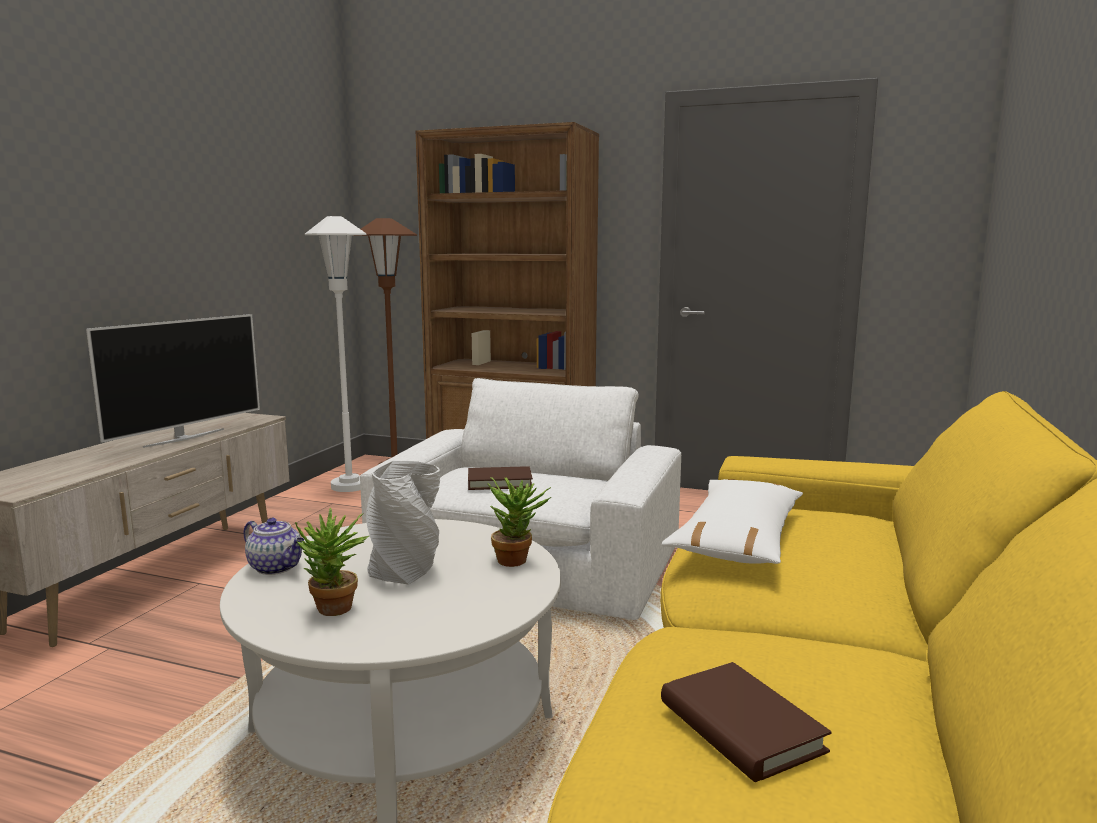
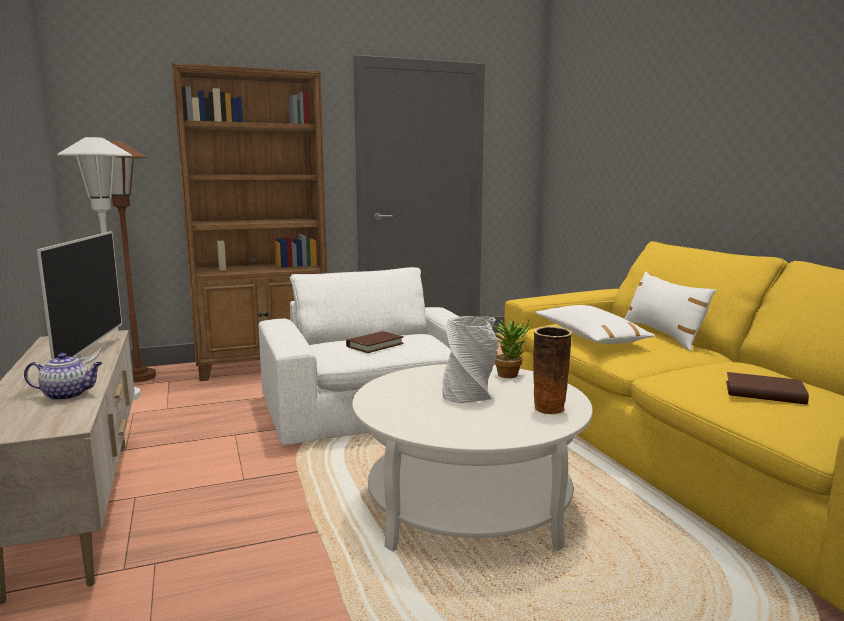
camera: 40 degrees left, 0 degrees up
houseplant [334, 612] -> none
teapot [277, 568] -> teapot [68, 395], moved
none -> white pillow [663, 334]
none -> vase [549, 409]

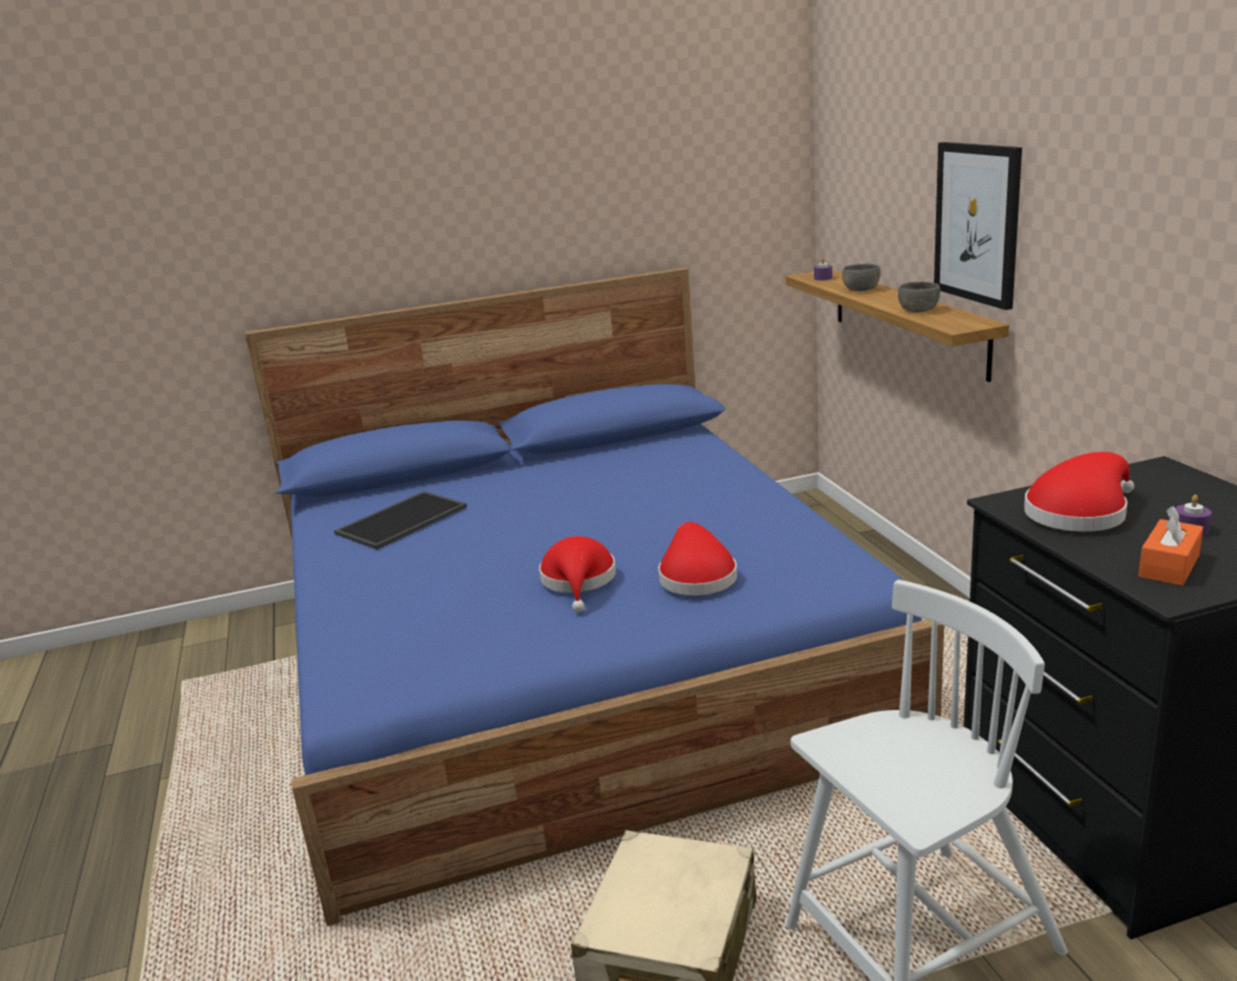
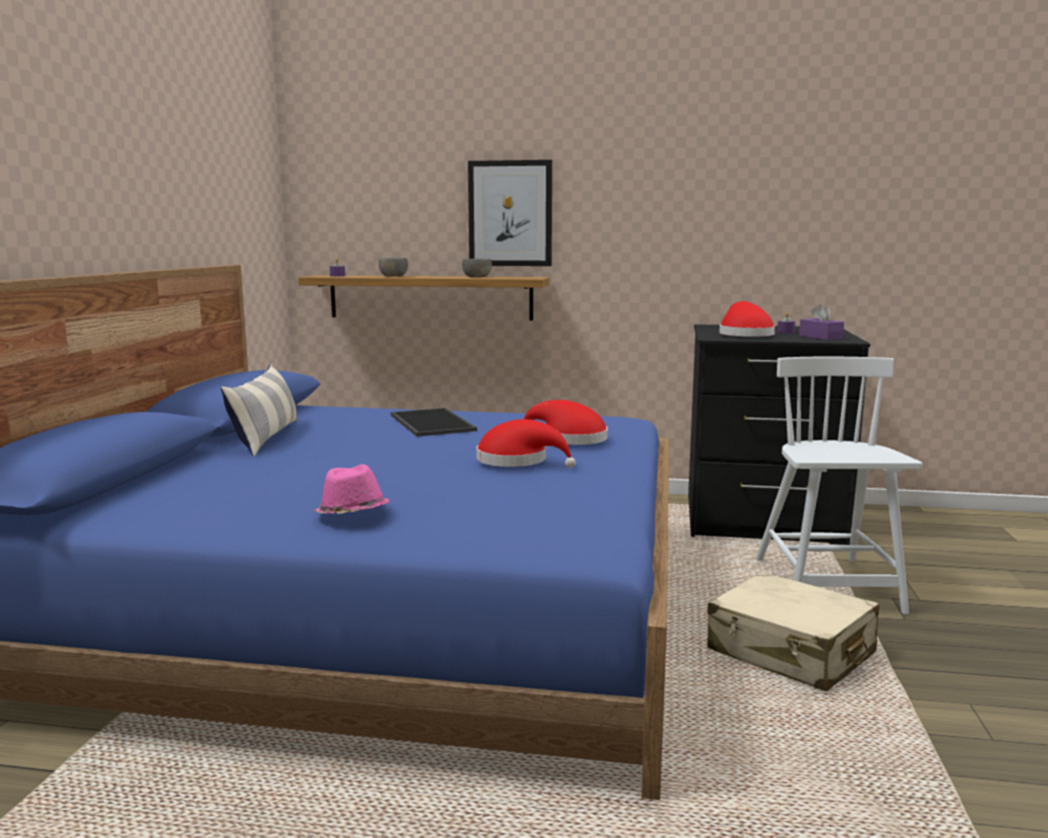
camera: 65 degrees left, 10 degrees down
carrying tray [401, 519] -> carrying tray [430, 422], moved
orange tissue holder [1169, 566] -> purple tissue holder [820, 337]
none -> pillow [266, 437]
none -> pinkish clothing hat [352, 515]

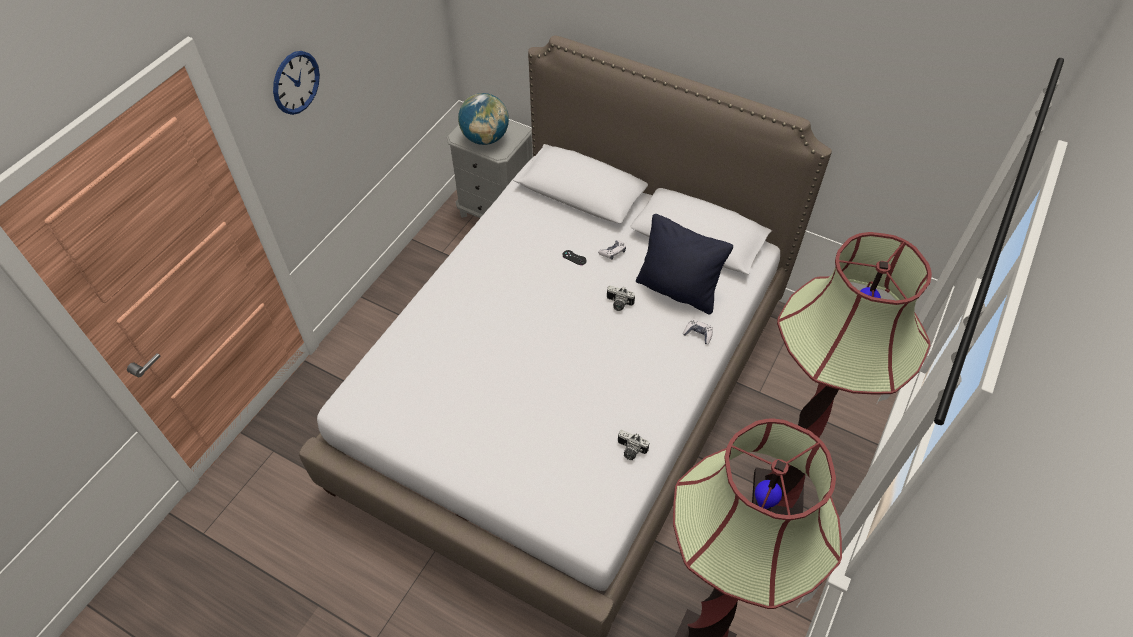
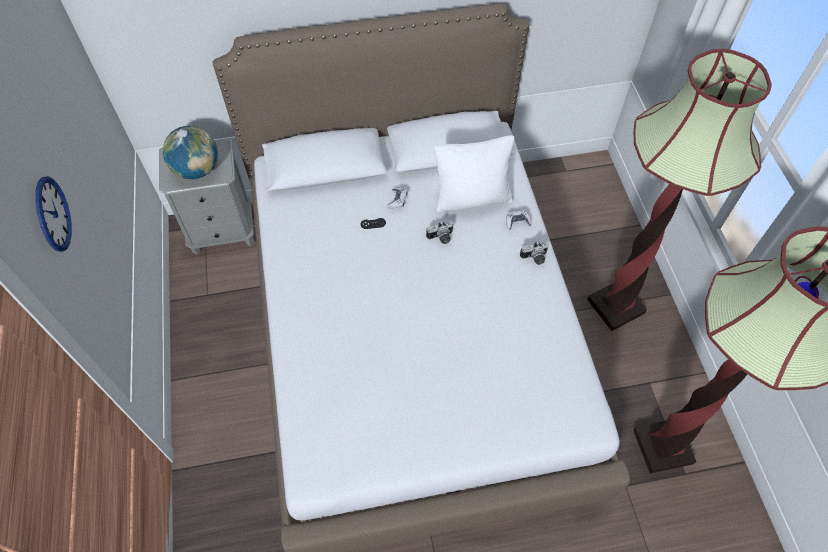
camera: 40 degrees left, 5 degrees up
black-coloured pillow [678, 290] -> white pillow [472, 198]
still camera [630, 451] -> still camera [535, 258], moved

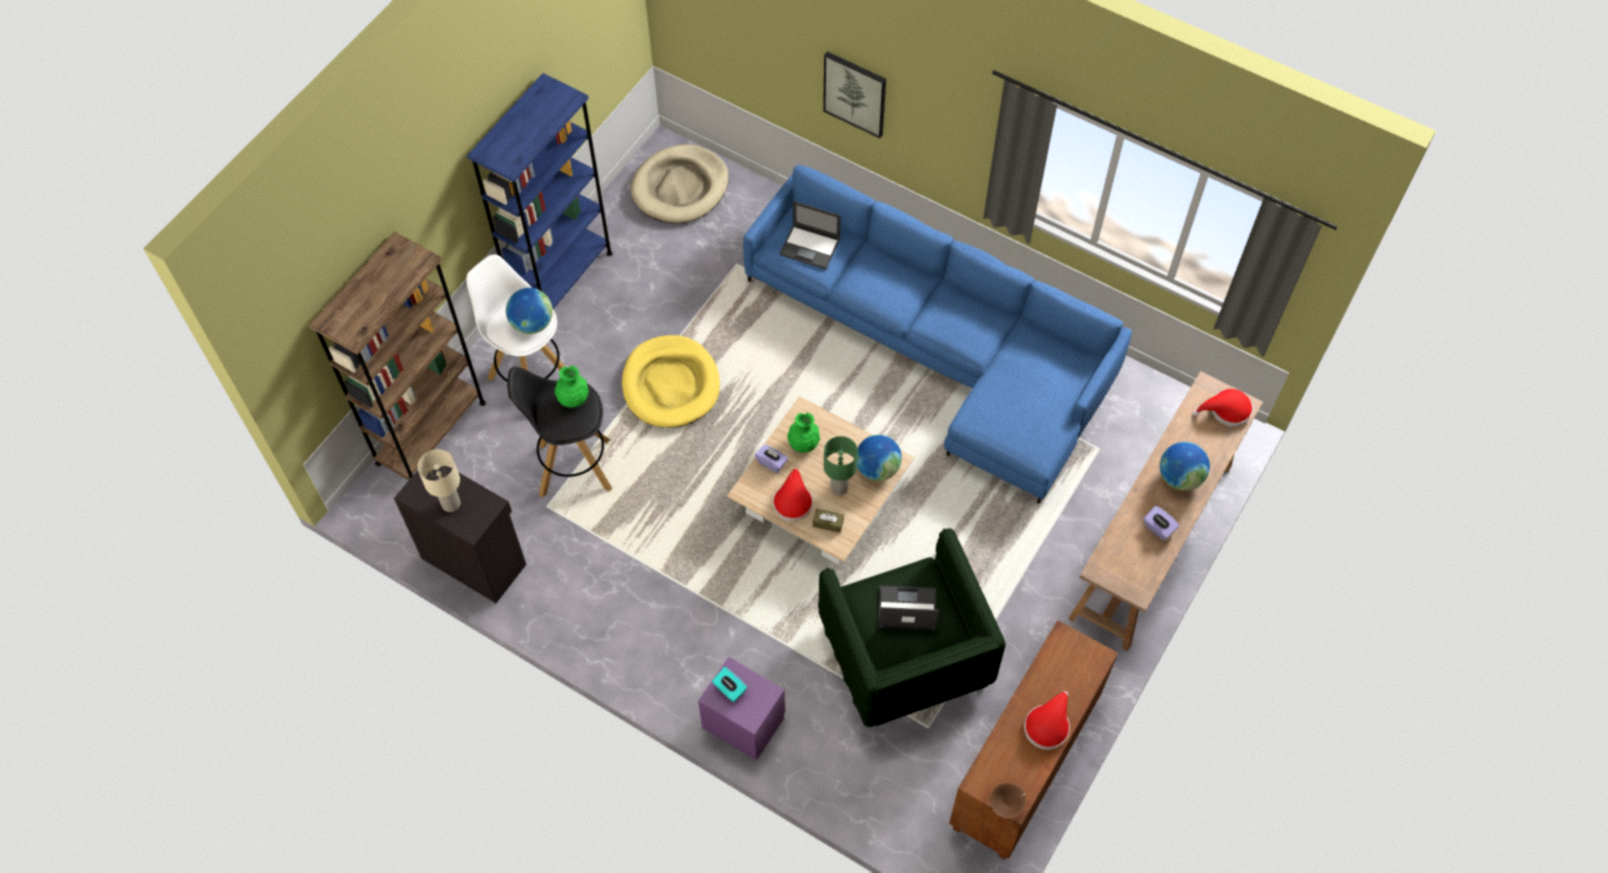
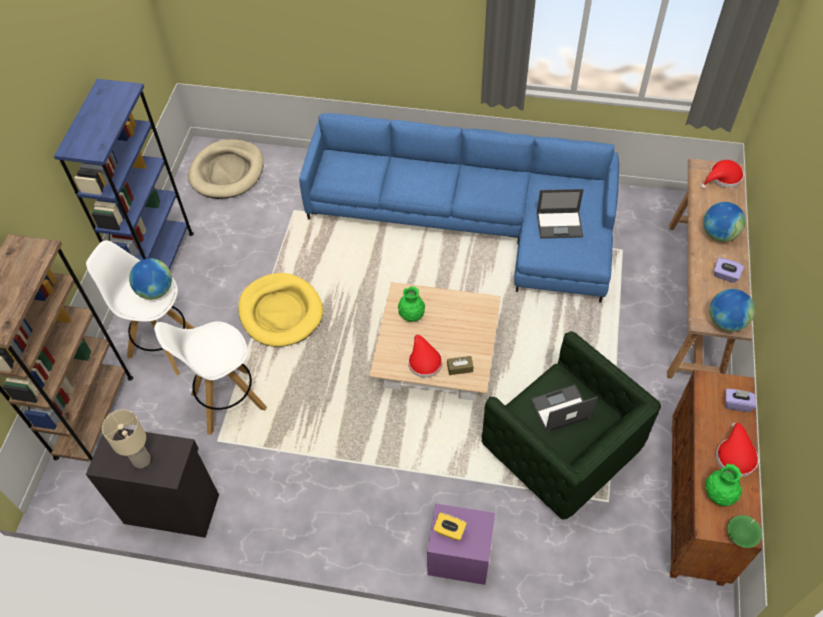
camera: 20 degrees left, 5 degrees down
wall picture [855, 93] -> none
notebook computer [810, 247] -> notebook computer [560, 224], moved
green vase [573, 399] -> green vase [718, 494], moved
black-coloured stool [573, 467] -> white stool [227, 401]
desk globe [877, 468] -> desk globe [725, 322], moved
green lamp for a table [839, 488] -> none
purple tissue holder [772, 462] -> purple tissue holder [736, 404], moved
turquoise tissue holder [729, 689] -> yellow-coloured tissue holder [449, 531]
brown bowl [1007, 804] -> green bowl [741, 535]

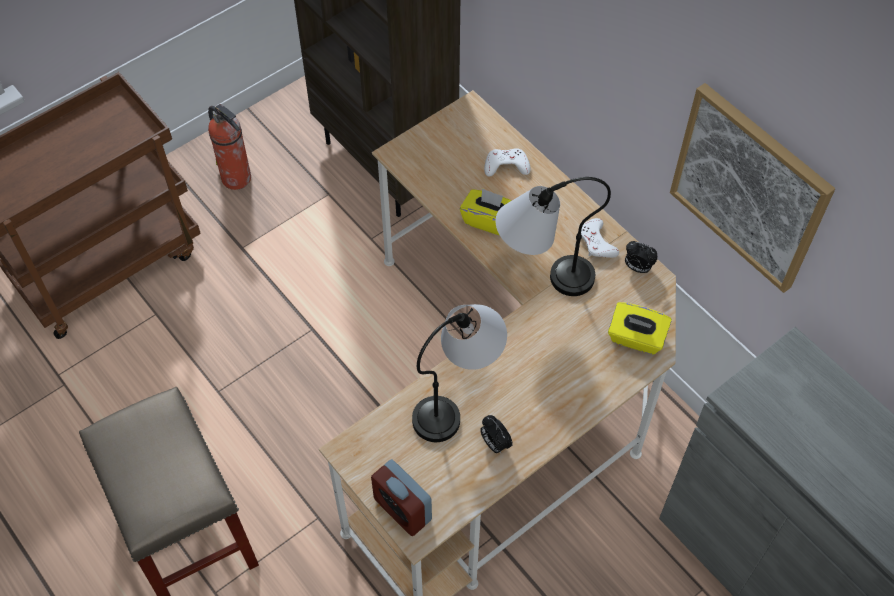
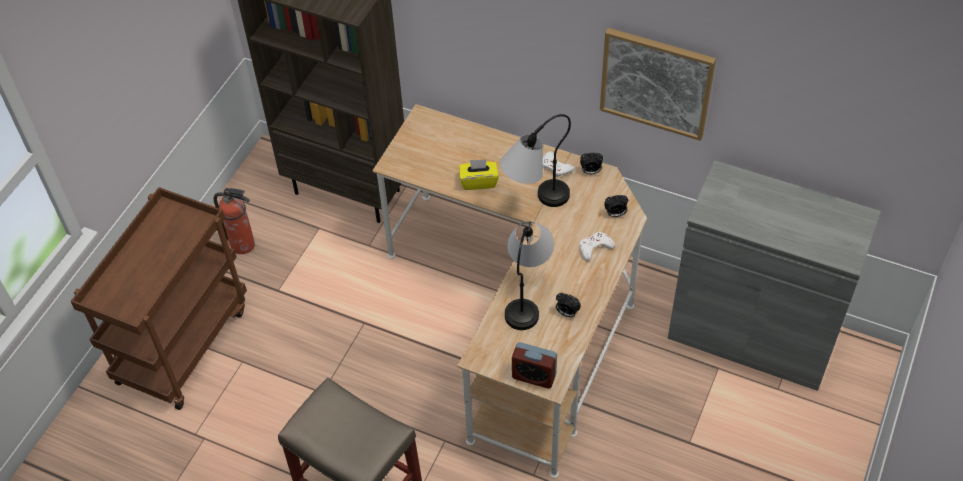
camera: 25 degrees left, 5 degrees down
white gamepad [506, 165] -> white gamepad [595, 248], moved
yellow-coloured tissue holder [636, 338] -> table clock [615, 214]

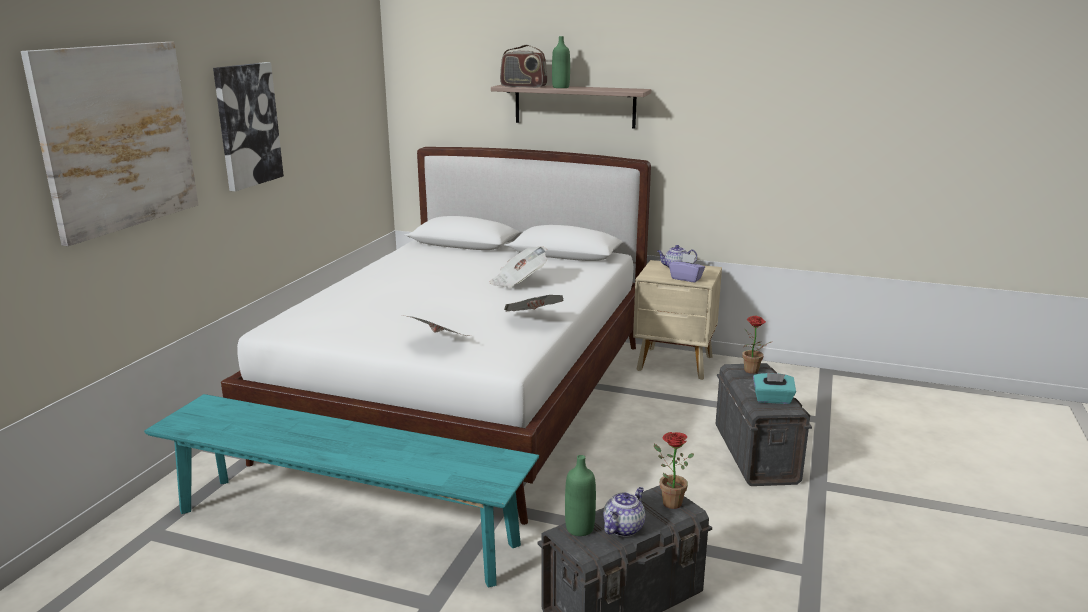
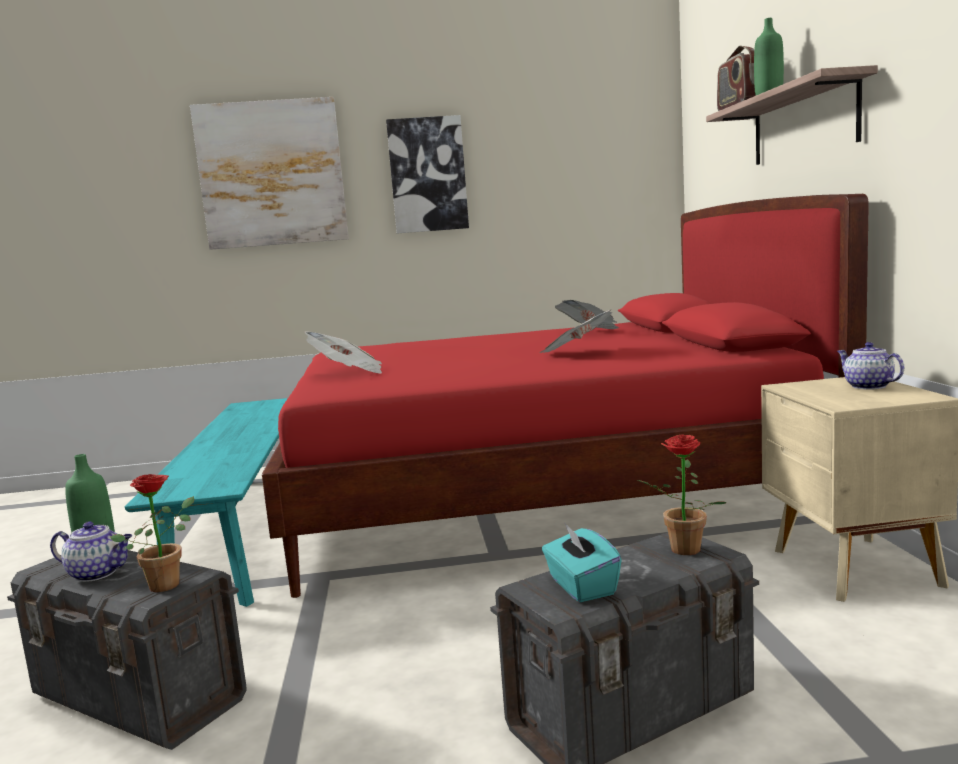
camera: 65 degrees right, 10 degrees down
white sleeping bed [469, 398] -> red sleeping bed [541, 498]
purple tissue holder [686, 278] -> none
daily paper [533, 319] -> daily paper [590, 333], moved

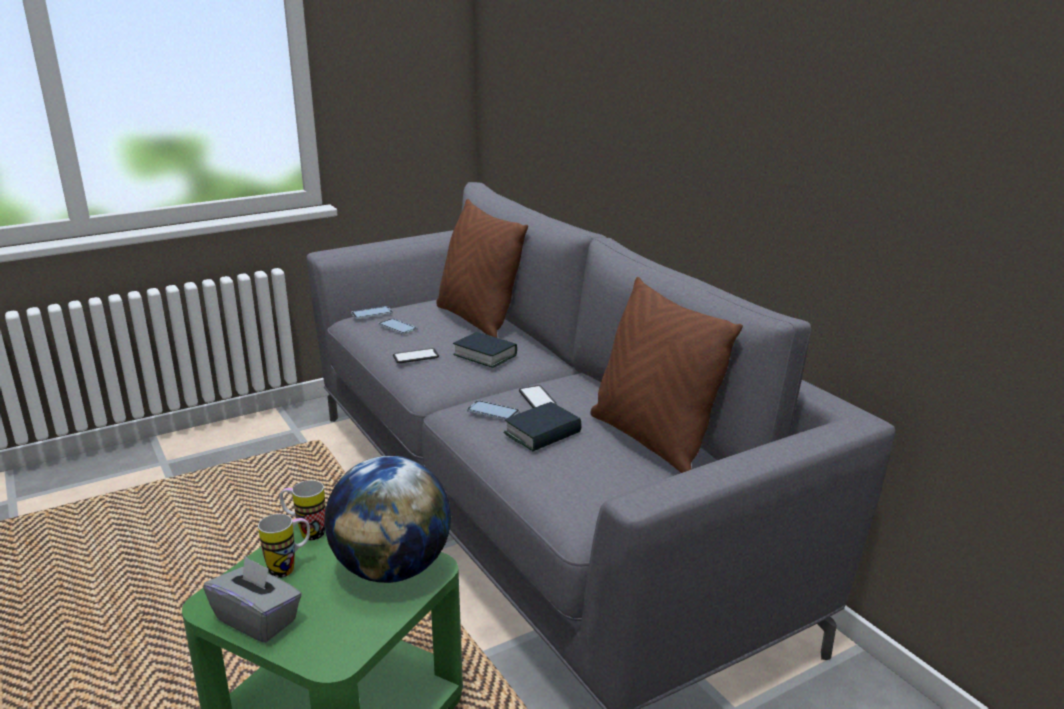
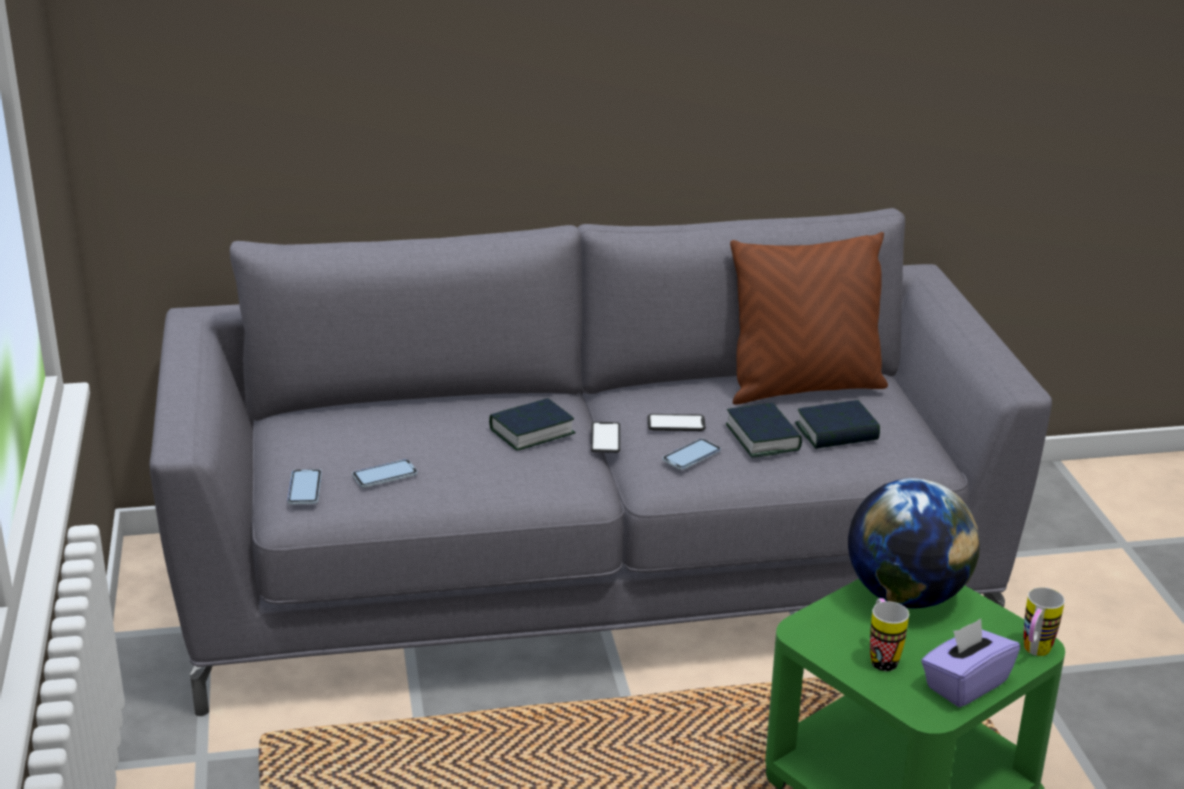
camera: 70 degrees left, 5 degrees up
brown pillow [477, 320] -> none
handset [416, 356] -> handset [605, 438], moved
tea mug [306, 533] -> tea mug [1034, 653], moved
greyish tissue holder [257, 620] -> purple tissue holder [965, 684]
none -> volume [837, 432]

